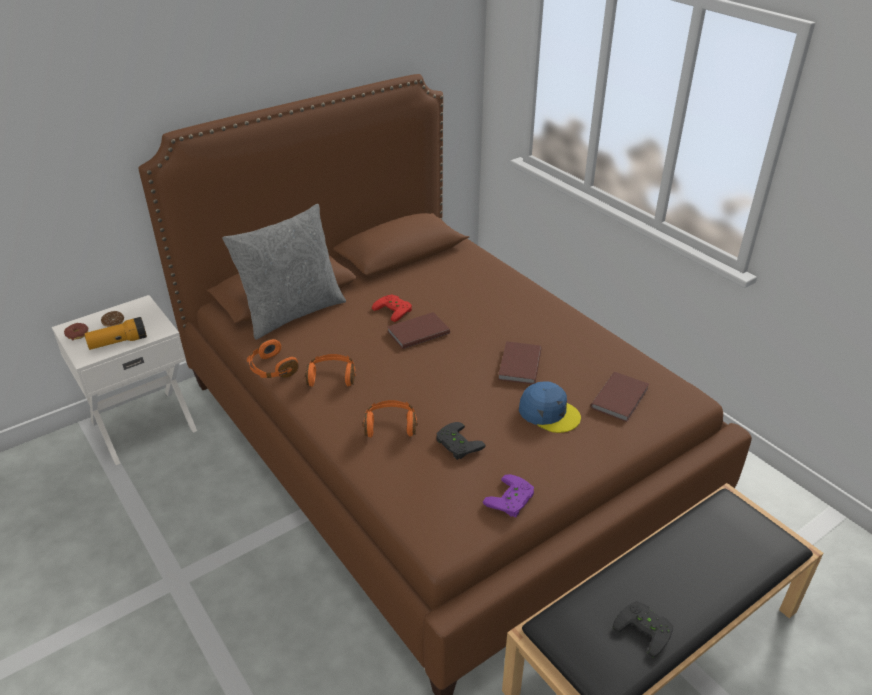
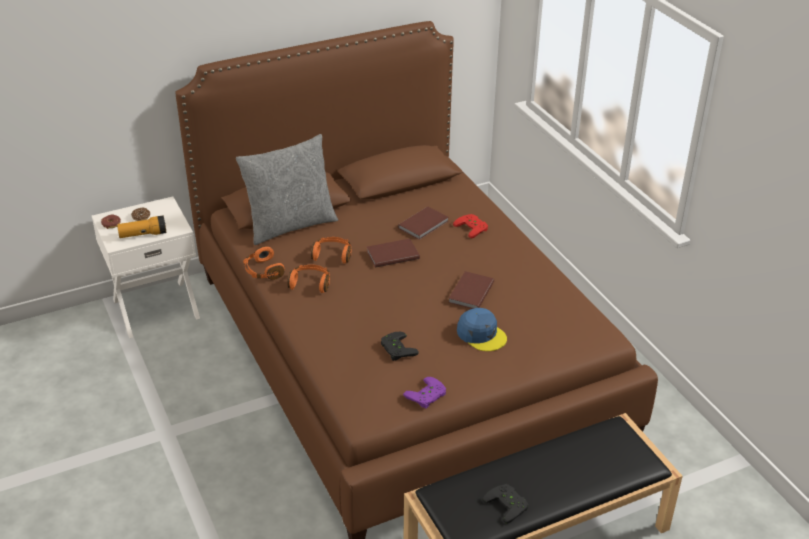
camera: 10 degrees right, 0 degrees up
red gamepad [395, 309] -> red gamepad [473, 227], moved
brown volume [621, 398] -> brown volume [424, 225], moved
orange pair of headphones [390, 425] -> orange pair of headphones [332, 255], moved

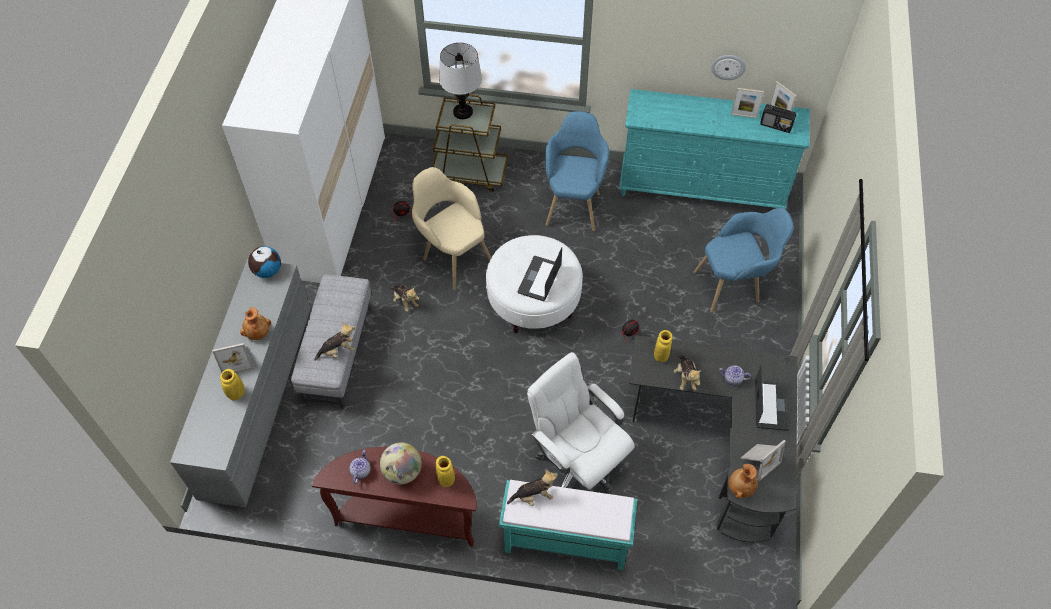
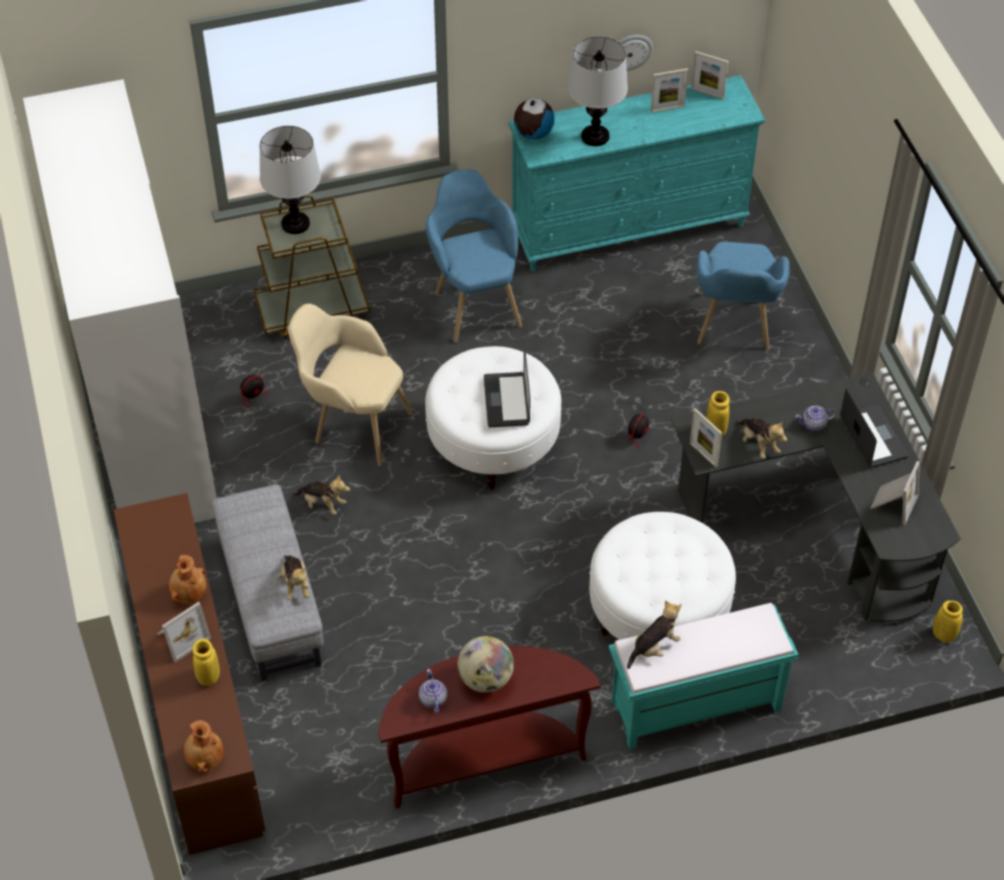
camera: 25 degrees left, 5 degrees down
radio set [776, 125] -> none
blue-coloured lounge chair [735, 285] -> blue-coloured lounge chair [733, 330], 135 degrees clockwise
desk globe [267, 271] -> desk globe [533, 133], moved
greyish chest of drawers [256, 400] -> brown chest of drawers [195, 702]
cuddly toy [338, 351] -> cuddly toy [295, 584], 120 degrees clockwise
white desk chair [577, 462] -> white footrest [658, 611]
yellow-coloured vase [446, 479] -> yellow-coloured vase [944, 634], moved
brown vase [740, 487] -> brown vase [204, 759], moved
none -> lamp for a table [594, 136]
none -> photo frame [703, 454]

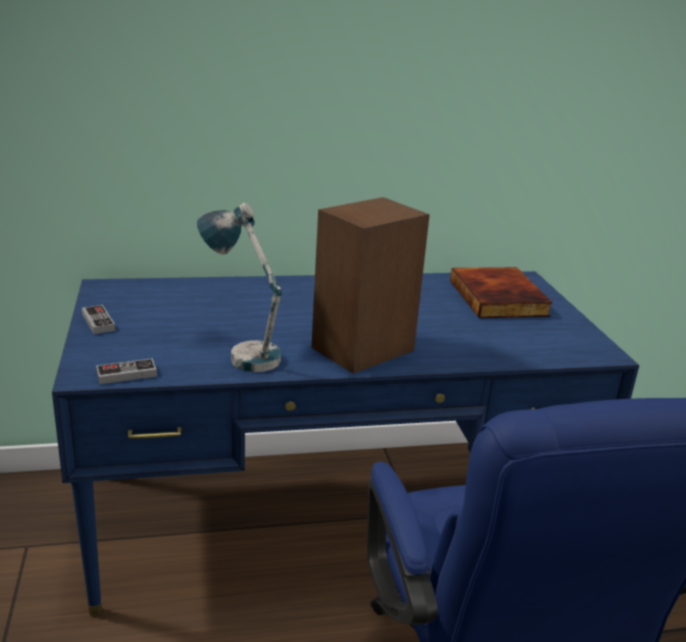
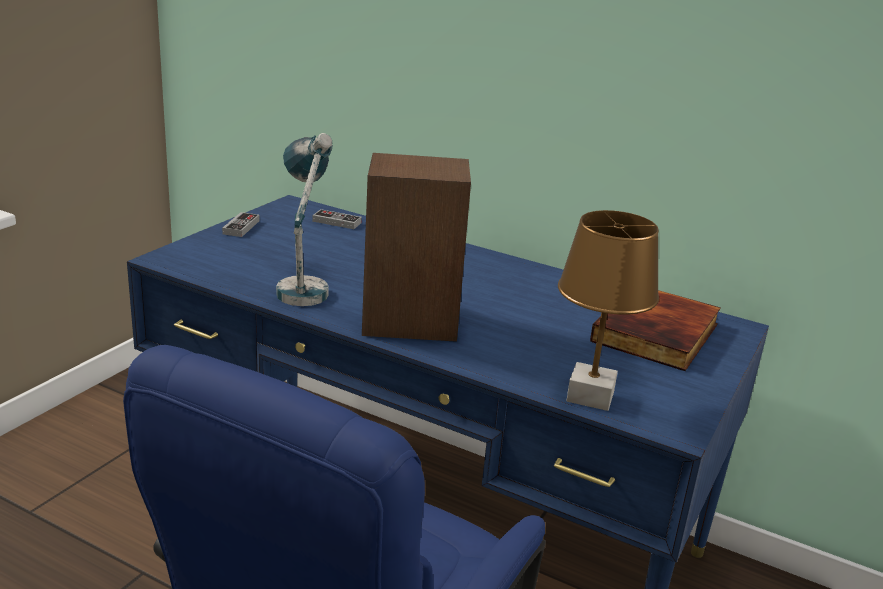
camera: 40 degrees right, 0 degrees up
gamepad [126, 374] -> gamepad [336, 222], moved
none -> brown lamp for a table [589, 397]

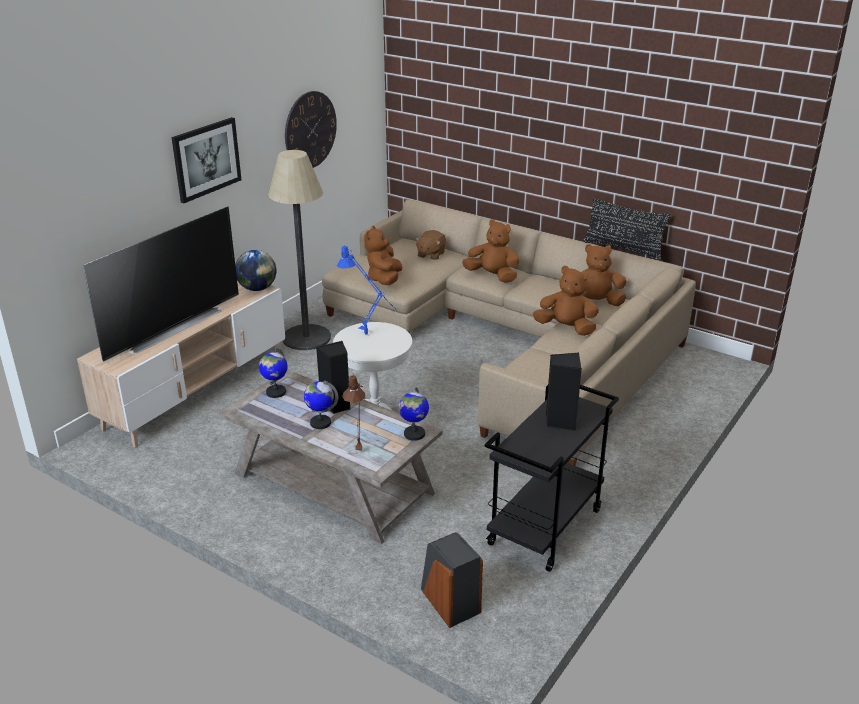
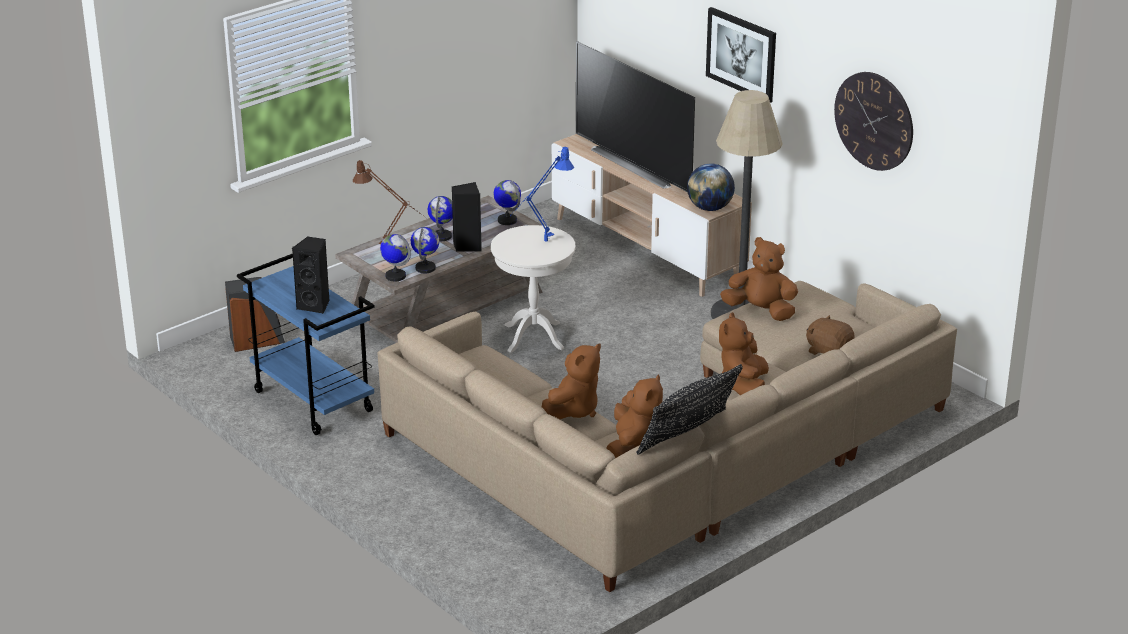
camera: 105 degrees right, 0 degrees up
brown cuddly toy [492, 276] -> brown cuddly toy [743, 386], 150 degrees clockwise
black-coloured trolley [545, 528] -> blue-coloured trolley [311, 401]
none -> desk globe [425, 268]

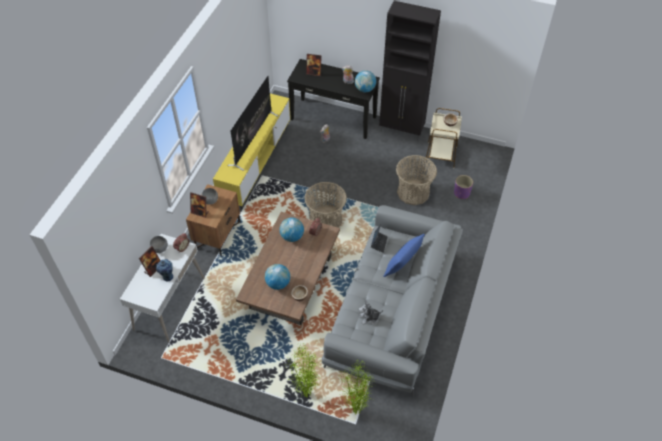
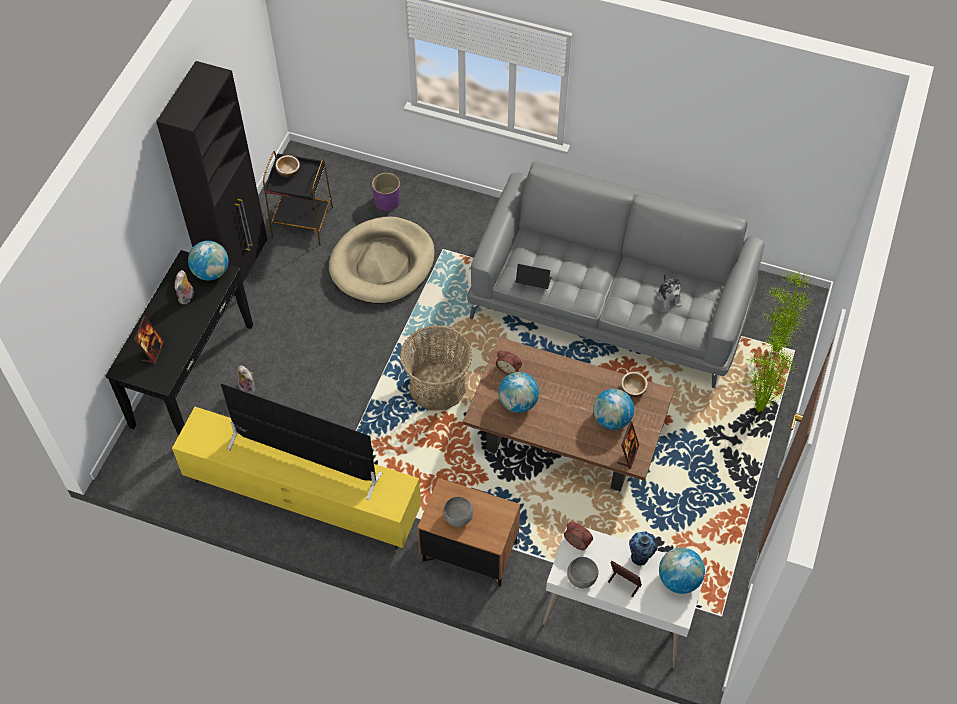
camera: 90 degrees left, 5 degrees up
sand-coloured side table [441, 155] -> black-coloured side table [302, 221]
household basket [413, 192] -> sand-coloured dog bed [382, 263]
photo frame [200, 212] -> photo frame [628, 455], moved
blue-coloured pillow [402, 267] -> none
none -> desk globe [678, 579]

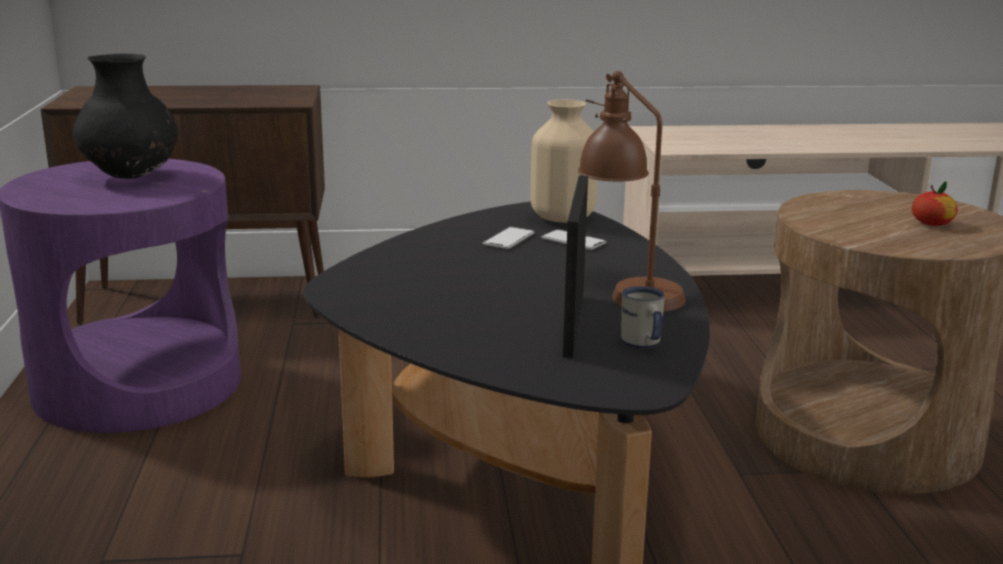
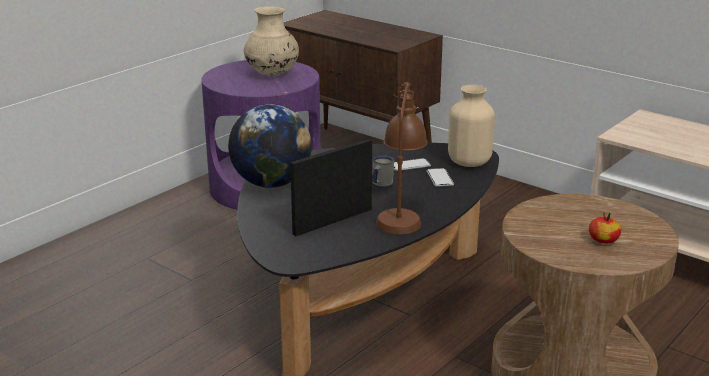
camera: 45 degrees right, 5 degrees up
black-coloured vase [131, 177] -> sand-coloured vase [272, 75]
white tea mug [643, 345] -> white tea mug [380, 185], moved
none -> desk globe [271, 183]

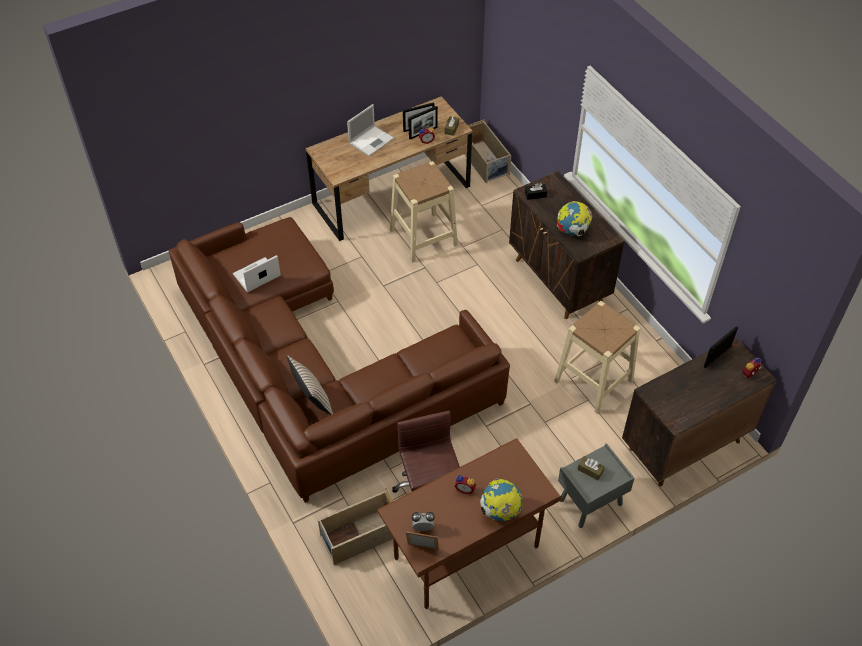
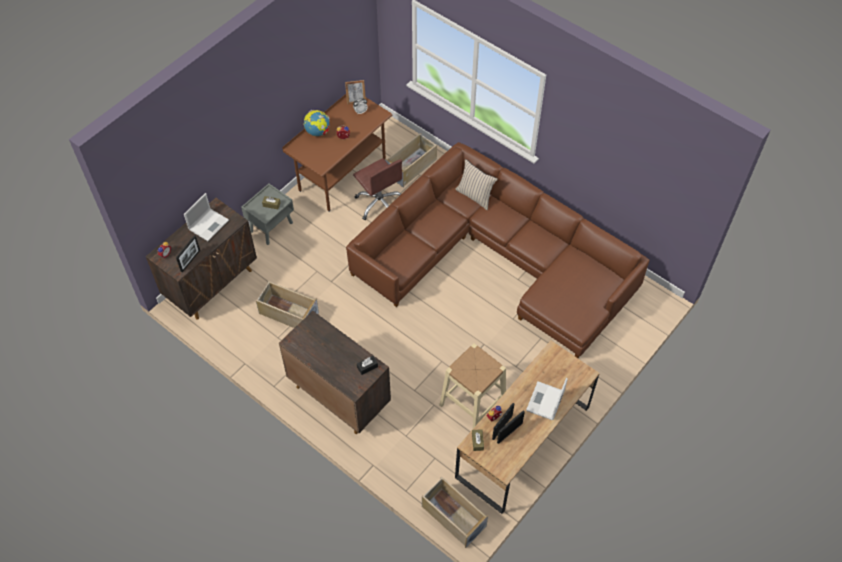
camera: 160 degrees right, 5 degrees up
desk globe [572, 231] -> none
notebook computer [256, 276] -> notebook computer [209, 224], moved
sand-coloured stool [593, 381] -> sand-coloured storage box [288, 313]

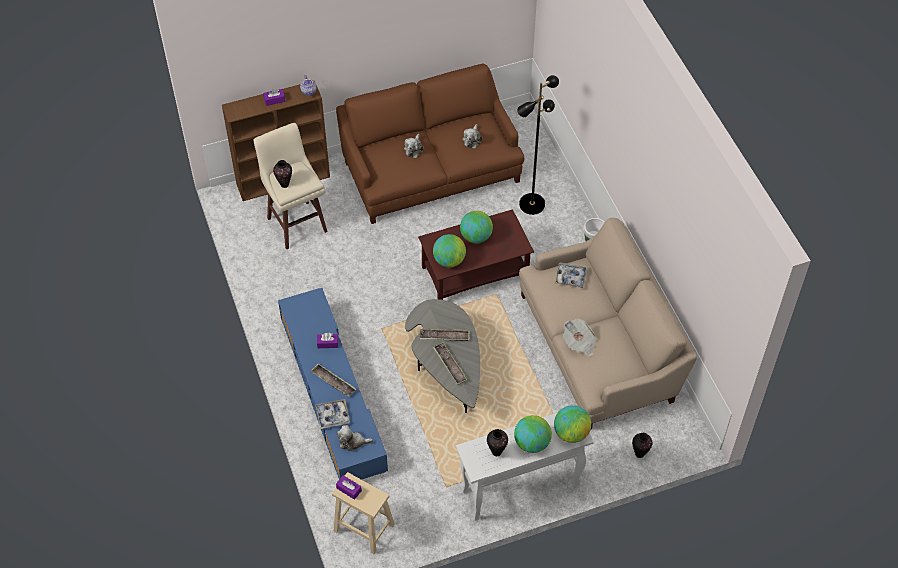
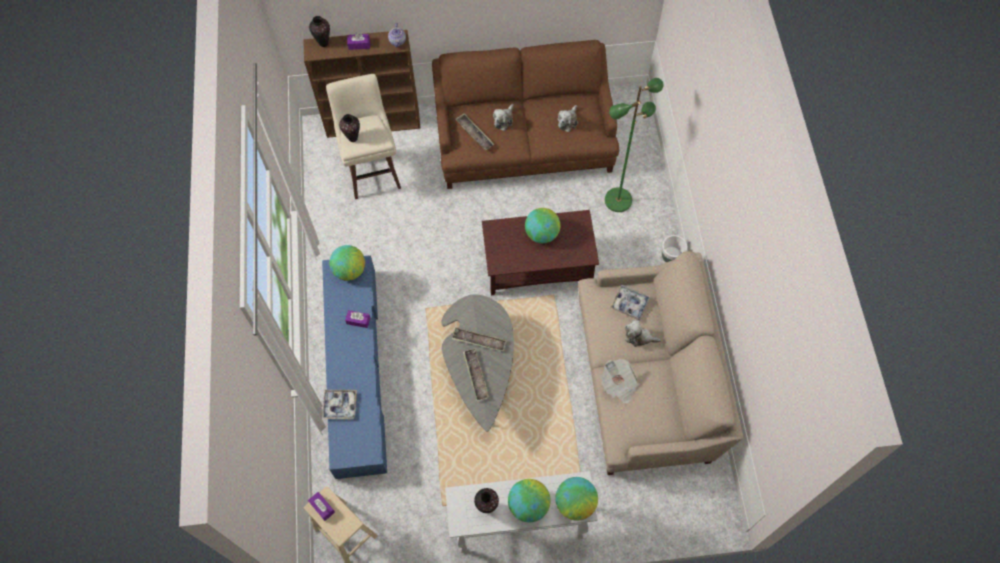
camera: 15 degrees right, 10 degrees up
black-coloured standard lamp [531, 204] -> green standard lamp [618, 199]
desk globe [449, 260] -> desk globe [350, 270], moved
carrying tray [333, 382] -> carrying tray [474, 134], moved
cuddly toy [353, 442] -> cuddly toy [639, 337], moved
vase [639, 453] -> vase [323, 43], moved

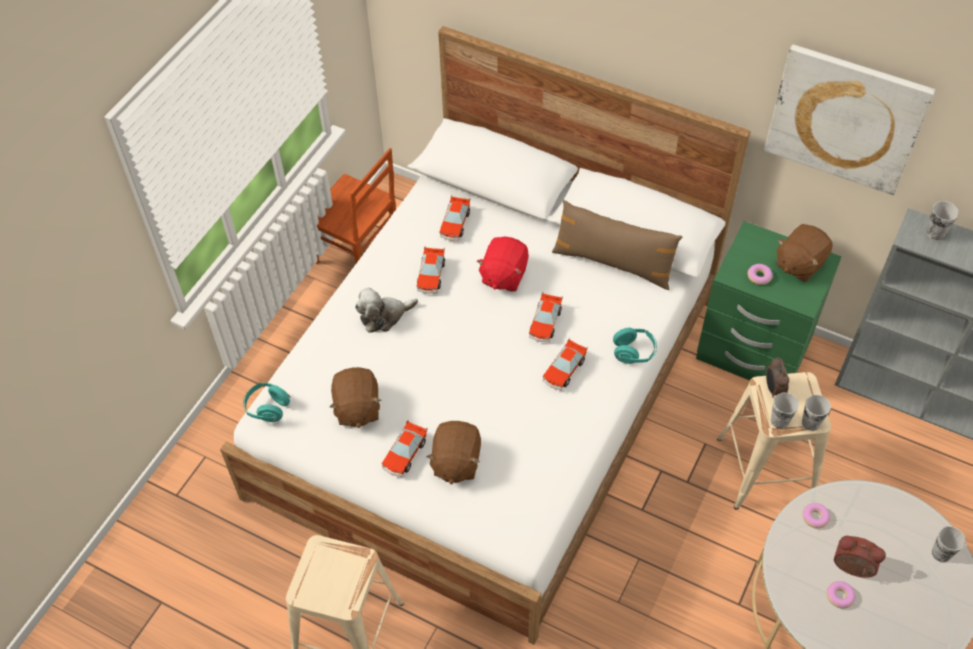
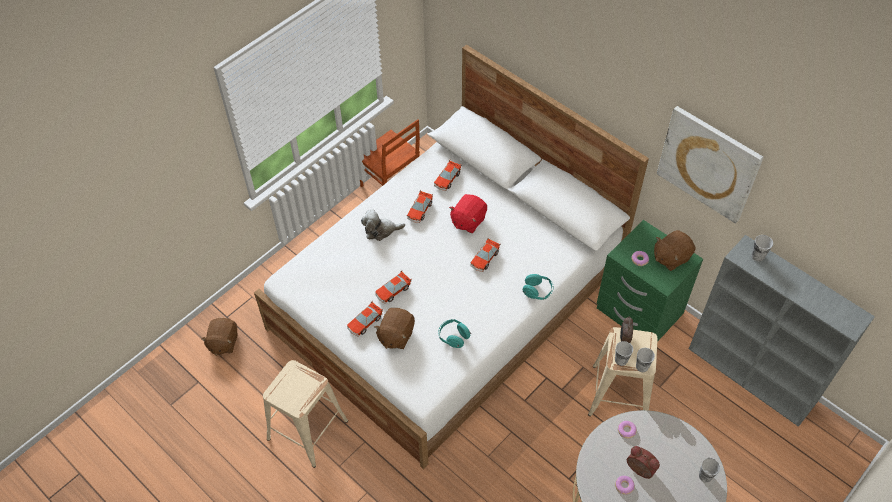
camera: 15 degrees right, 0 degrees up
brown pillow [613, 263] -> none
miniature car [564, 370] -> miniature car [393, 291], moved
brown cuddly toy [357, 408] -> brown cuddly toy [223, 342], moved
turquoise pair of headphones [267, 408] -> turquoise pair of headphones [453, 337], moved

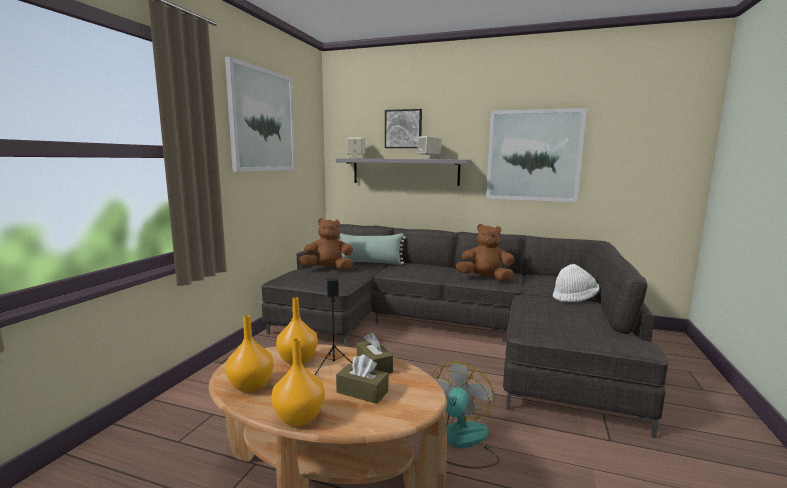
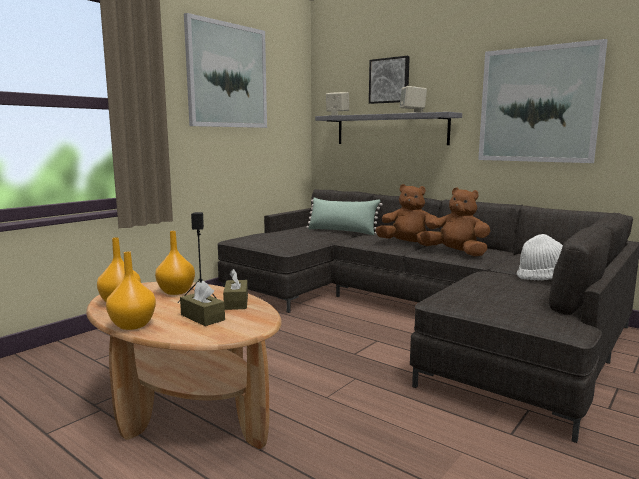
camera: 20 degrees right, 0 degrees up
brown cuddly toy [328, 269] -> brown cuddly toy [408, 244], moved
fan [462, 442] -> none

